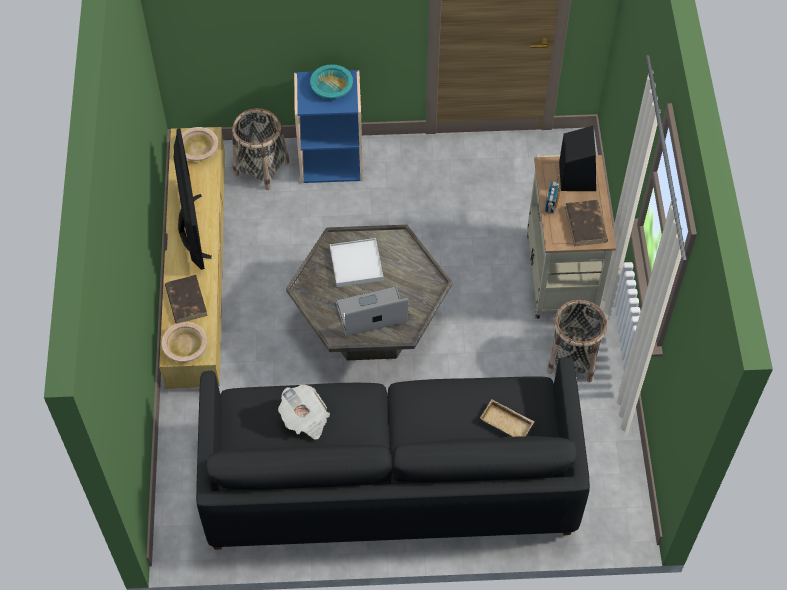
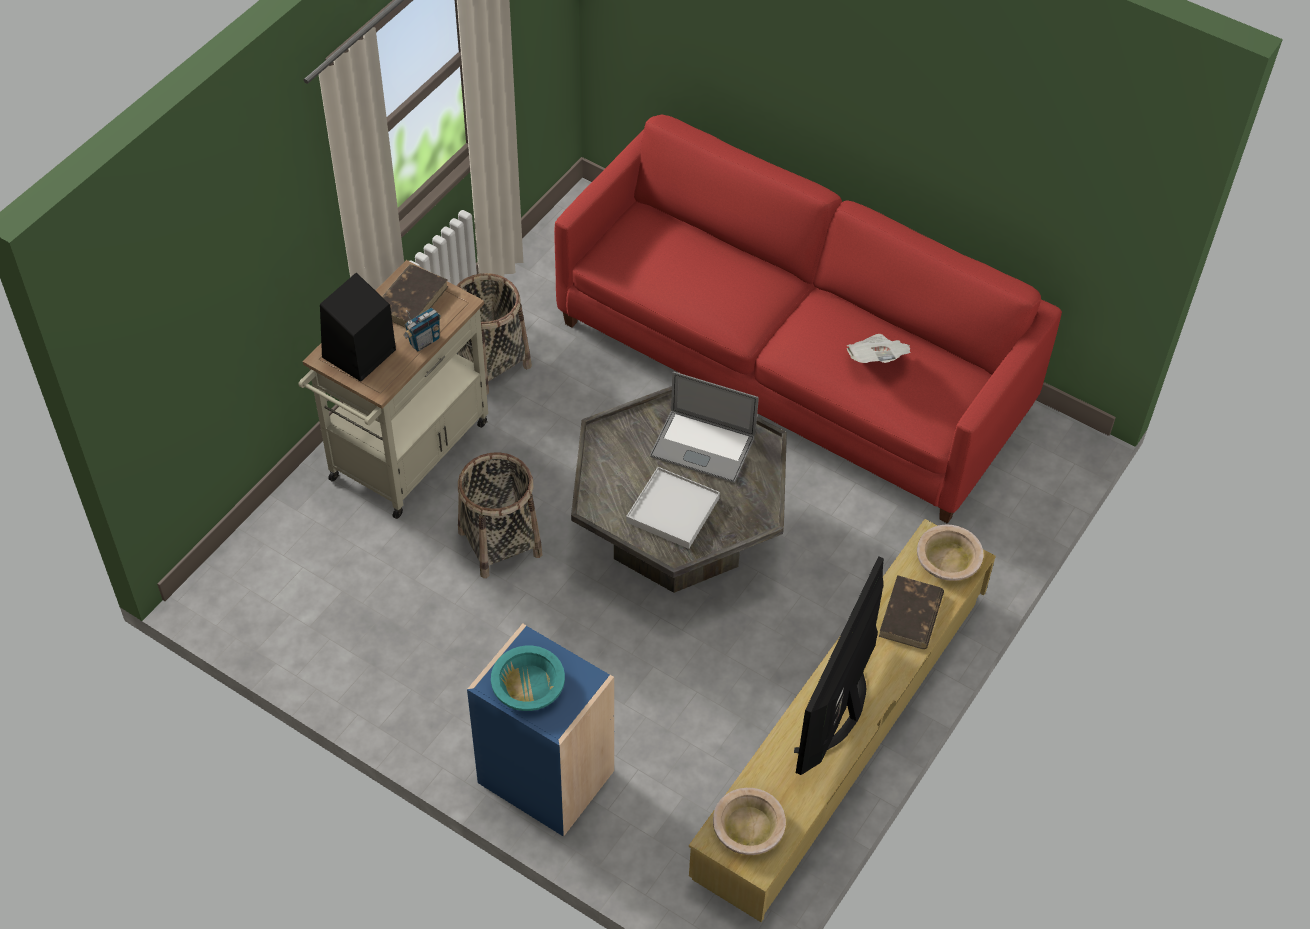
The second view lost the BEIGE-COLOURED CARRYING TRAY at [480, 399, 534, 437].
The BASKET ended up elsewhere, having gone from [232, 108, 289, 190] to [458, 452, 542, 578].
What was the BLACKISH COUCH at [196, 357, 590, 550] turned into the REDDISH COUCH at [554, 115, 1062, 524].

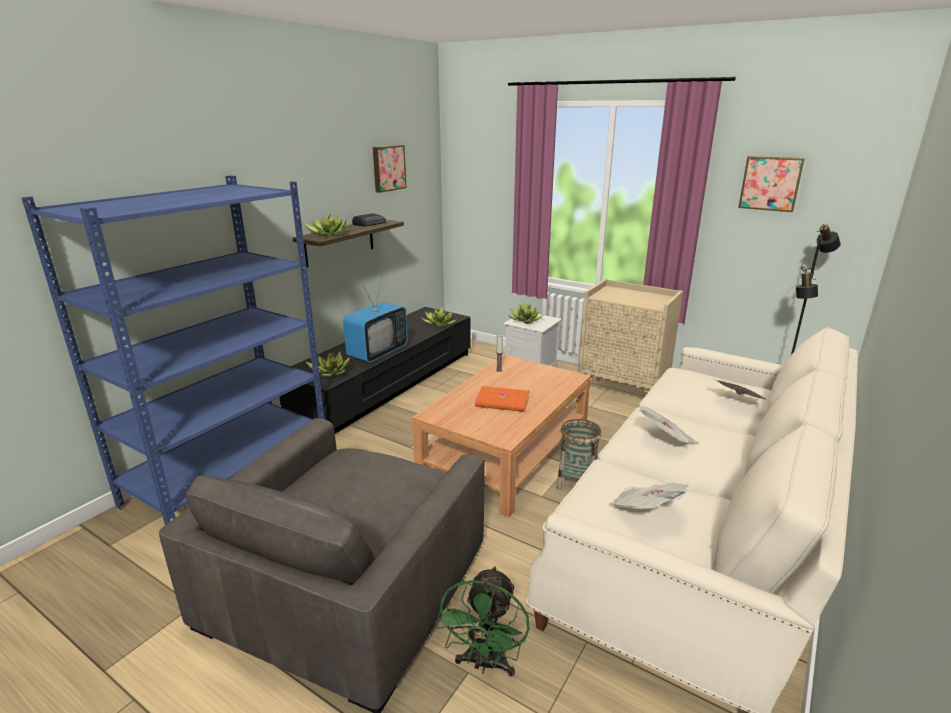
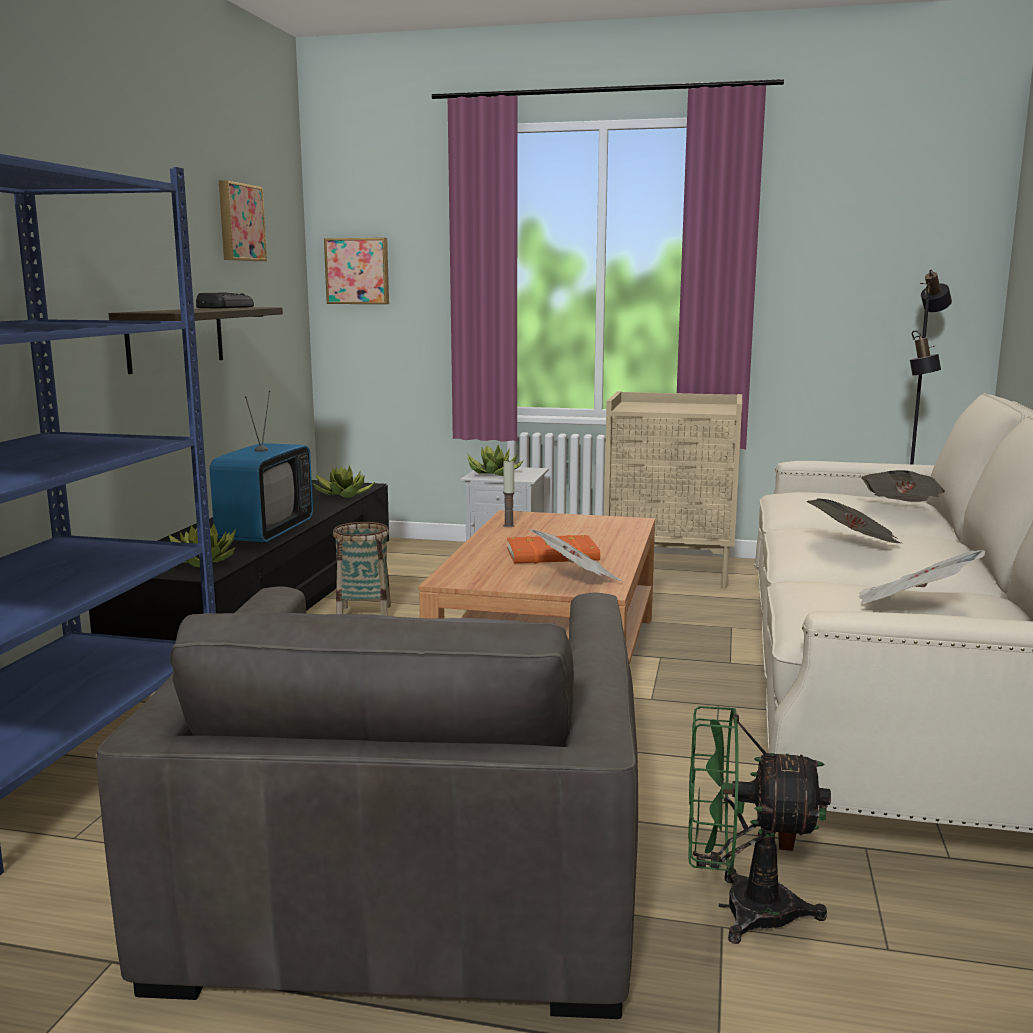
The second view lost the HOUSEPLANT at [303, 214, 348, 237].
The second view gained the NEWSPAPER at [529, 529, 622, 581].
The BASKET ended up elsewhere, having gone from [556, 419, 601, 491] to [333, 522, 391, 616].
The WALL ART ended up elsewhere, having gone from [738, 156, 805, 212] to [324, 238, 389, 304].
The GREEN-COLOURED FAN at [435, 566, 530, 677] ended up facing another way, 105 degrees clockwise from before.

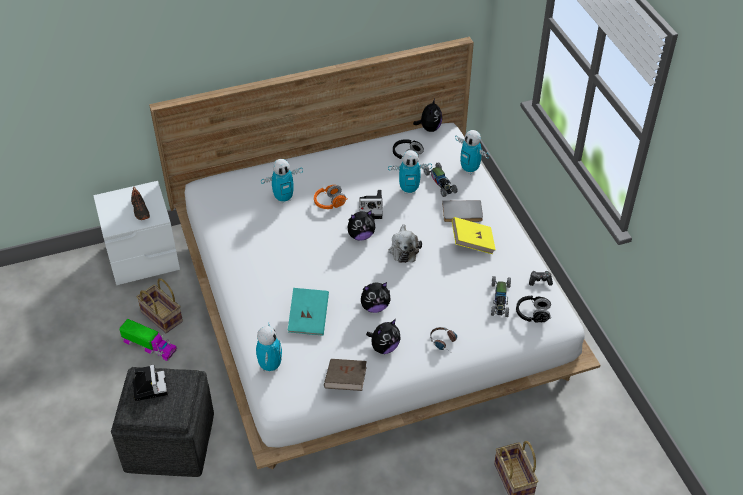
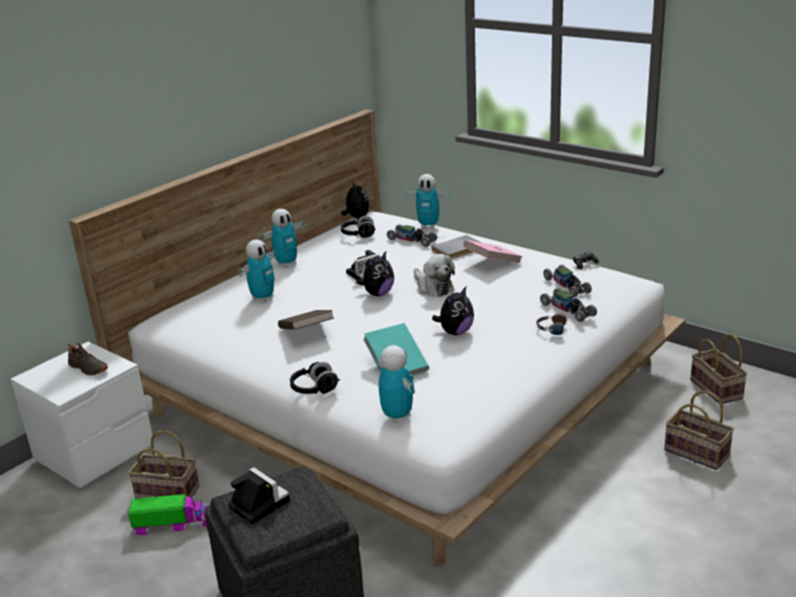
The second view lost the ORANGE HEADSET at [314, 185, 348, 209].
The second view lost the PLUSH TOY at [366, 319, 400, 354].
The second view gained the MODEL CAR at [540, 288, 597, 322].
The second view gained the BASKET at [690, 334, 747, 404].
The BROWN BOOK ended up elsewhere, having gone from [324, 359, 367, 391] to [278, 310, 334, 330].
The ROBOT FIGURE ended up elsewhere, having gone from [388, 150, 432, 194] to [260, 209, 305, 267].
The BLACKISH HEADSET ended up elsewhere, having gone from [516, 295, 551, 322] to [290, 362, 340, 394].
What was the YELLOWISH BOOK at [452, 217, 496, 254] turned into the PINKISH BOOK at [463, 240, 523, 263].

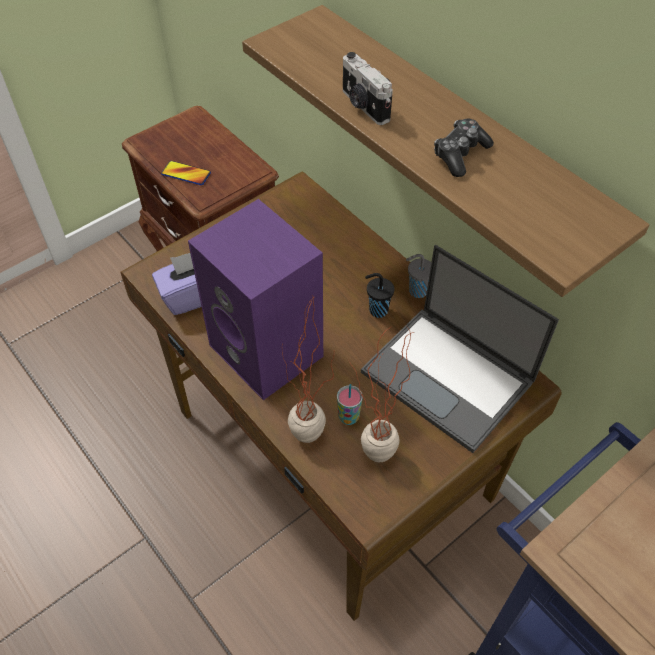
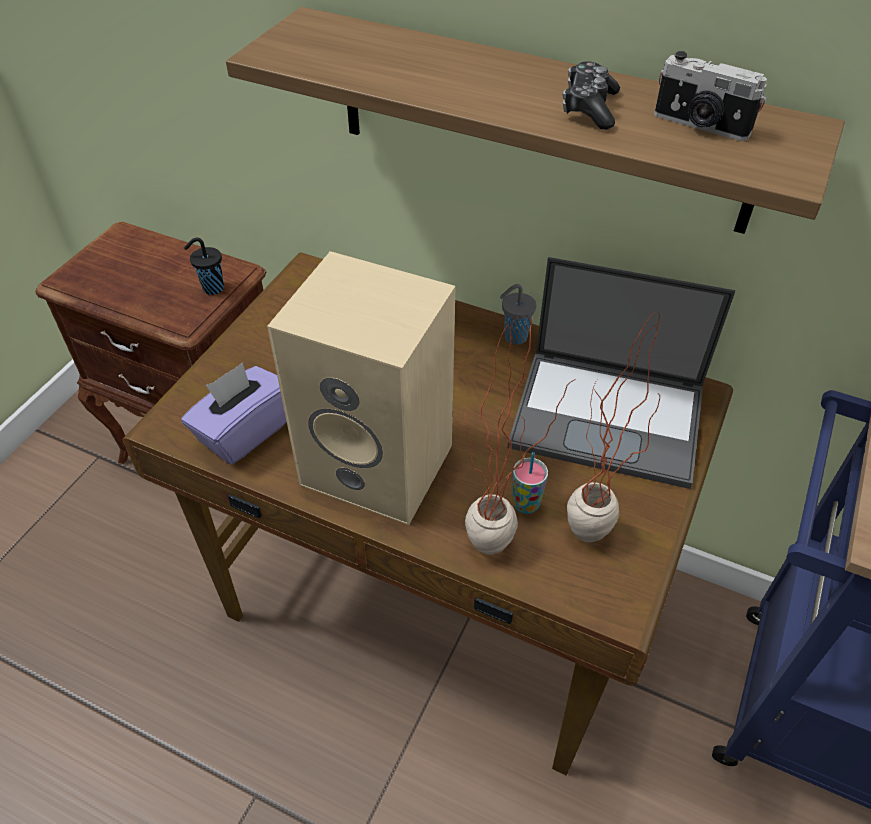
The second view lost the HANDSET at [161, 161, 211, 185].
The STILL CAMERA ended up elsewhere, having gone from [343, 52, 393, 125] to [654, 51, 767, 141].
The BLACKISH DRINKING CUP ended up elsewhere, having gone from [365, 273, 395, 318] to [184, 238, 224, 295].
What was the PURPLE LOUDSPEAKER at [188, 199, 323, 400] turned into the BEIGE-COLOURED LOUDSPEAKER at [267, 251, 456, 525].

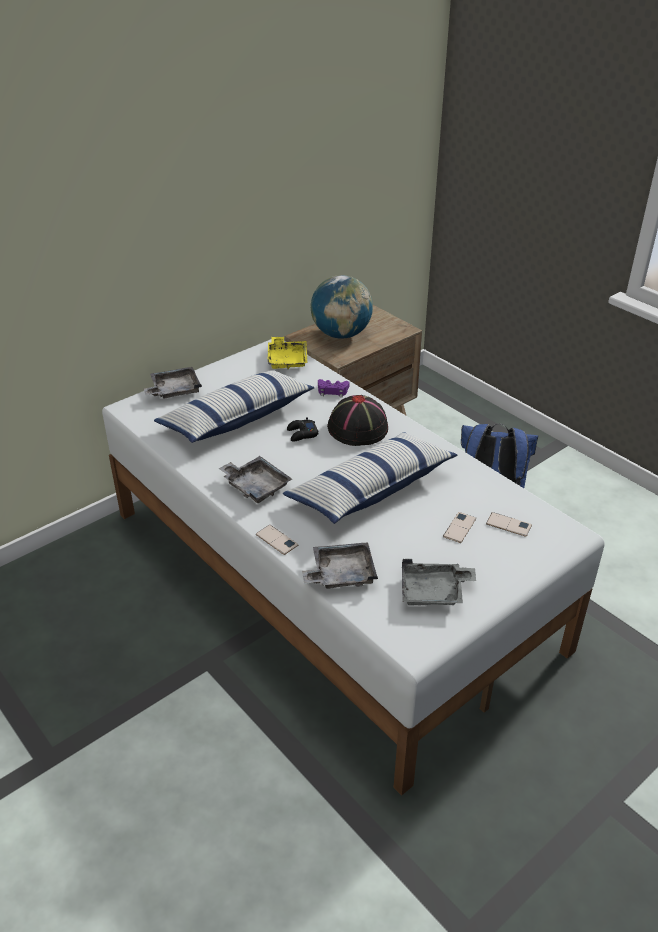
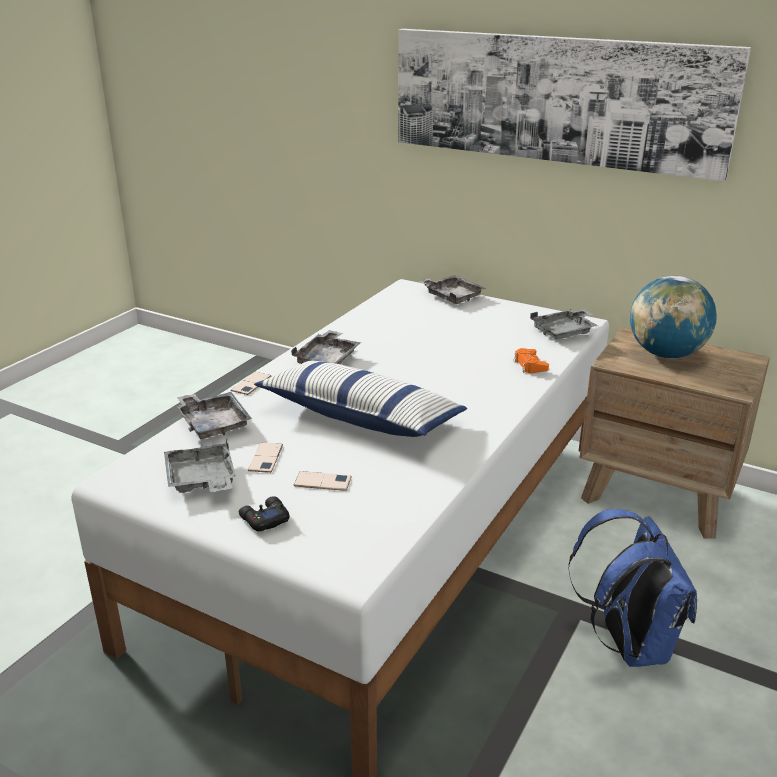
The second view lost the PILLOW at [154, 370, 314, 443].
The second view lost the BLACKISH HAT at [327, 395, 388, 446].
The second view gained the WALL ART at [398, 29, 751, 182].
The BLACKISH GAME CONTROLLER ended up elsewhere, having gone from [287, 417, 319, 442] to [239, 496, 290, 531].
The HANDSET ended up elsewhere, having gone from [486, 512, 532, 537] to [248, 443, 283, 473].
What was the YELLOWISH CARRYING TRAY at [268, 337, 308, 369] turned into the GREY CARRYING TRAY at [530, 309, 598, 339].
What was the PURPLE GAME CONTROLLER at [318, 379, 350, 397] turned into the ORANGE GAME CONTROLLER at [514, 348, 549, 373].

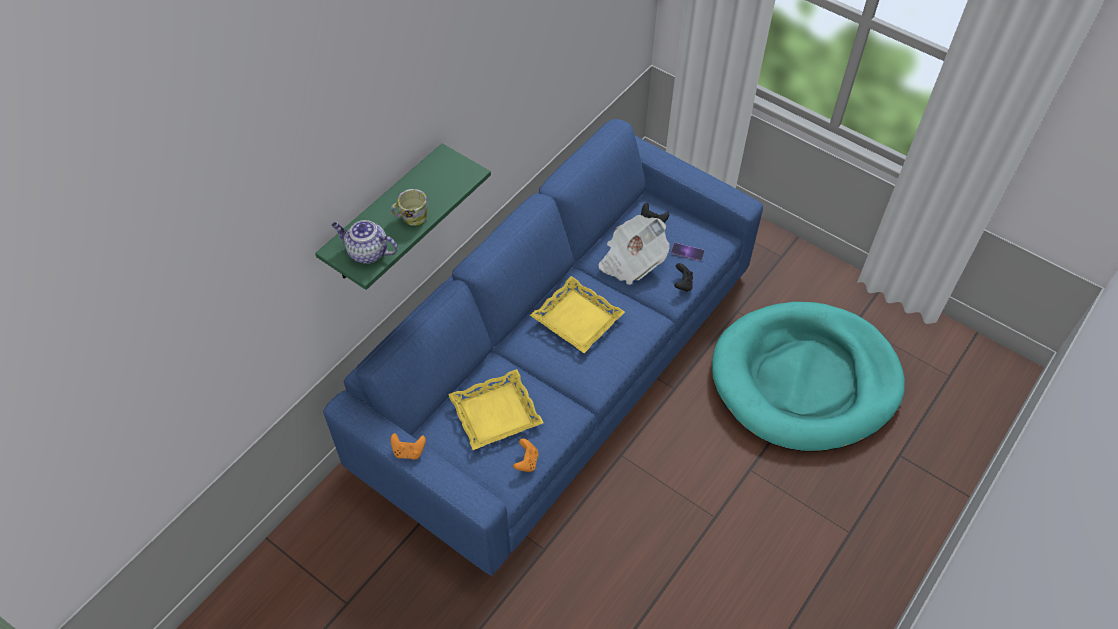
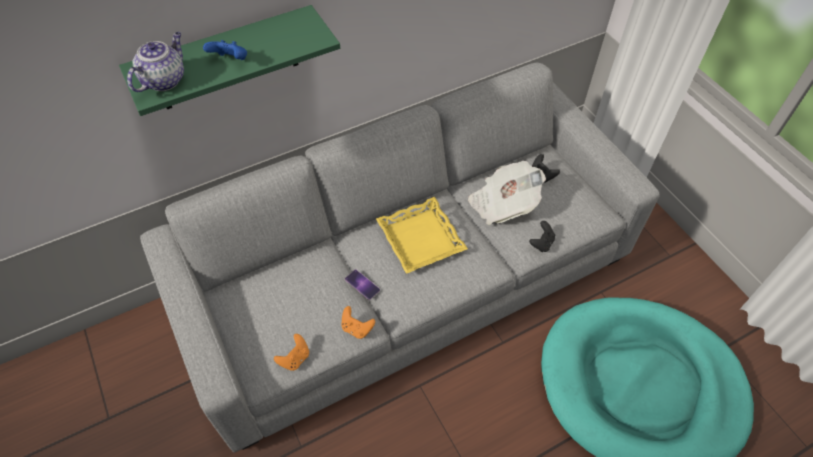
The second view lost the YELLOWISH CARRYING TRAY at [448, 369, 543, 450].
The ORANGE GAME CONTROLLER ended up elsewhere, having gone from [391, 433, 426, 460] to [342, 306, 375, 339].
The HANDSET ended up elsewhere, having gone from [671, 243, 705, 261] to [345, 269, 380, 300].
Where the TEA MUG stood at [390, 189, 428, 226], the BLUE GAME CONTROLLER came to stand at [203, 40, 247, 60].
What was the BLUE COUCH at [323, 119, 763, 576] turned into the GREY COUCH at [140, 62, 660, 452].
The TEAPOT at [332, 220, 398, 264] ended up facing another way, 75 degrees clockwise from before.

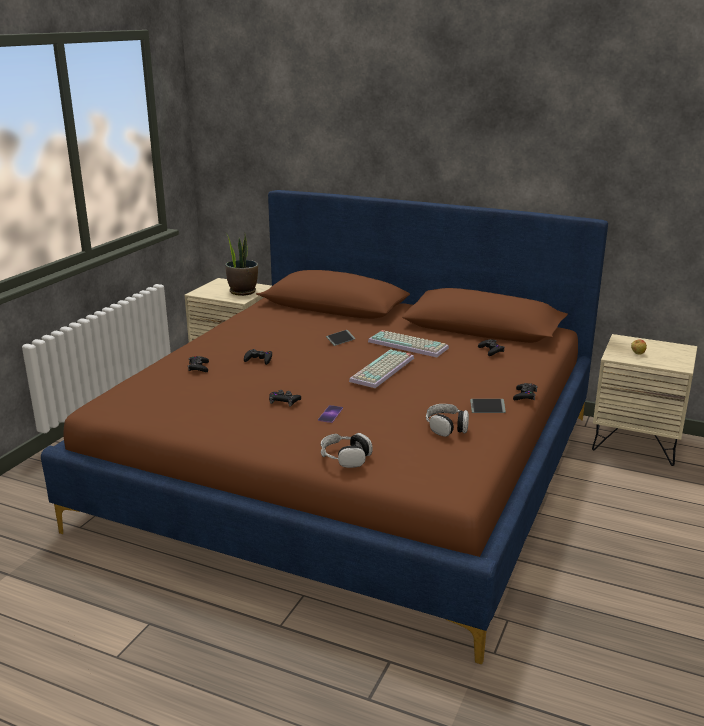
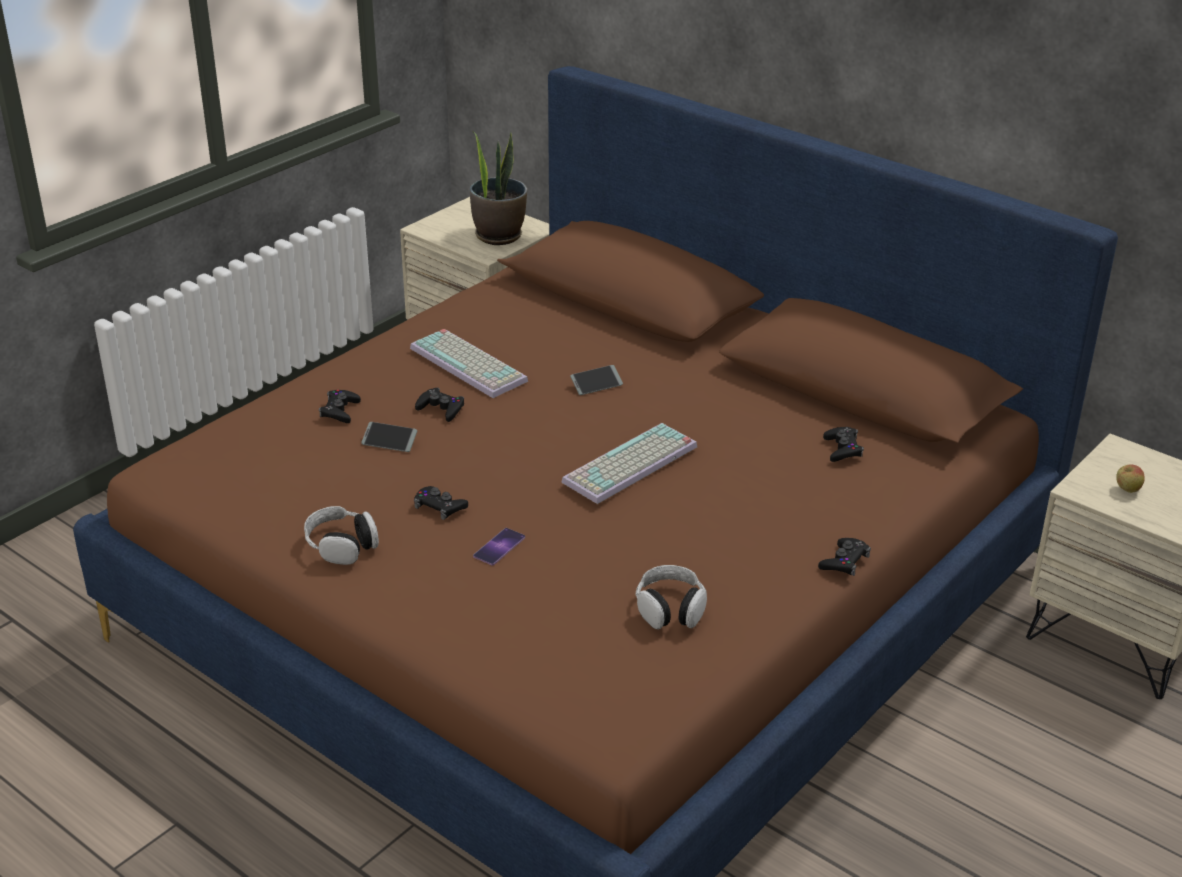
The HEADSET ended up elsewhere, having gone from [321, 433, 373, 468] to [304, 506, 379, 565].
The COMPUTER KEYBOARD ended up elsewhere, having gone from [368, 330, 449, 357] to [410, 329, 528, 398].
The HANDSET ended up elsewhere, having gone from [470, 399, 506, 413] to [361, 422, 417, 452].

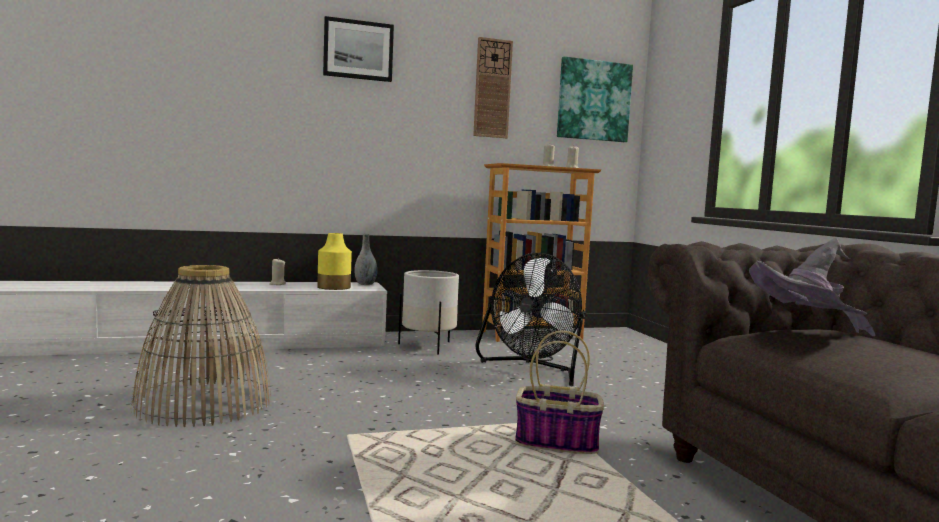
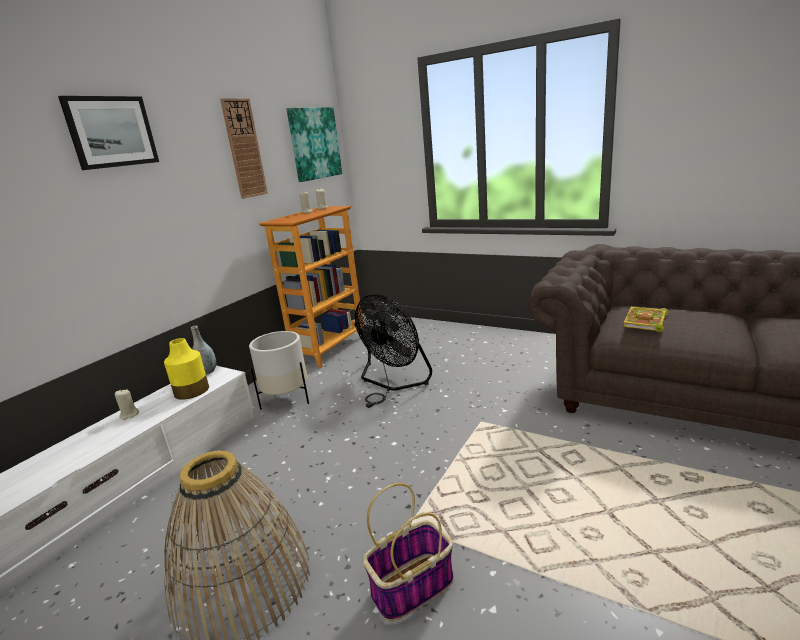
The BASKET ended up elsewhere, having gone from [515, 331, 604, 454] to [363, 483, 454, 622].
Where the GREY HAT stood at [749, 238, 875, 336], the BOOK came to stand at [623, 307, 668, 332].
The BLACKISH FAN at [476, 253, 586, 386] ended up facing another way, 135 degrees counterclockwise from before.

